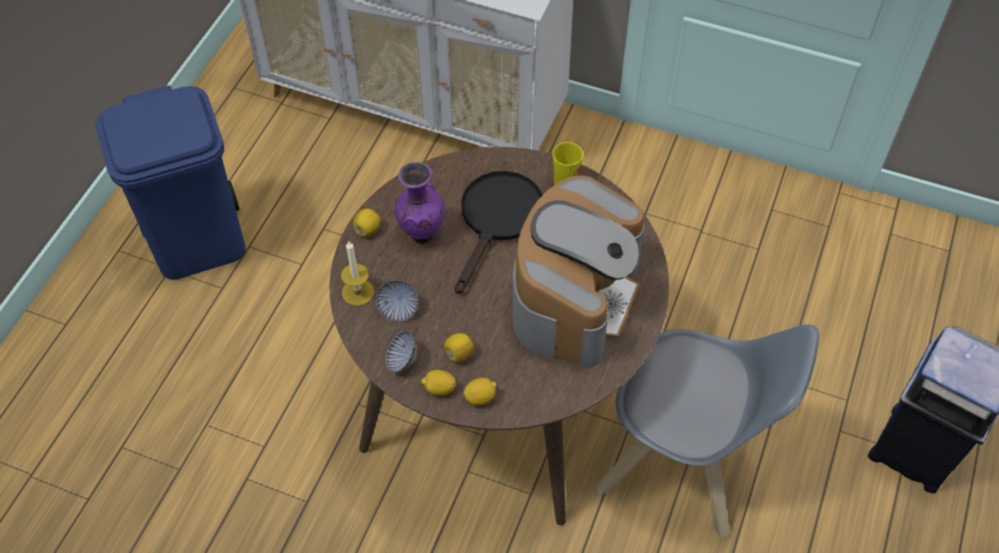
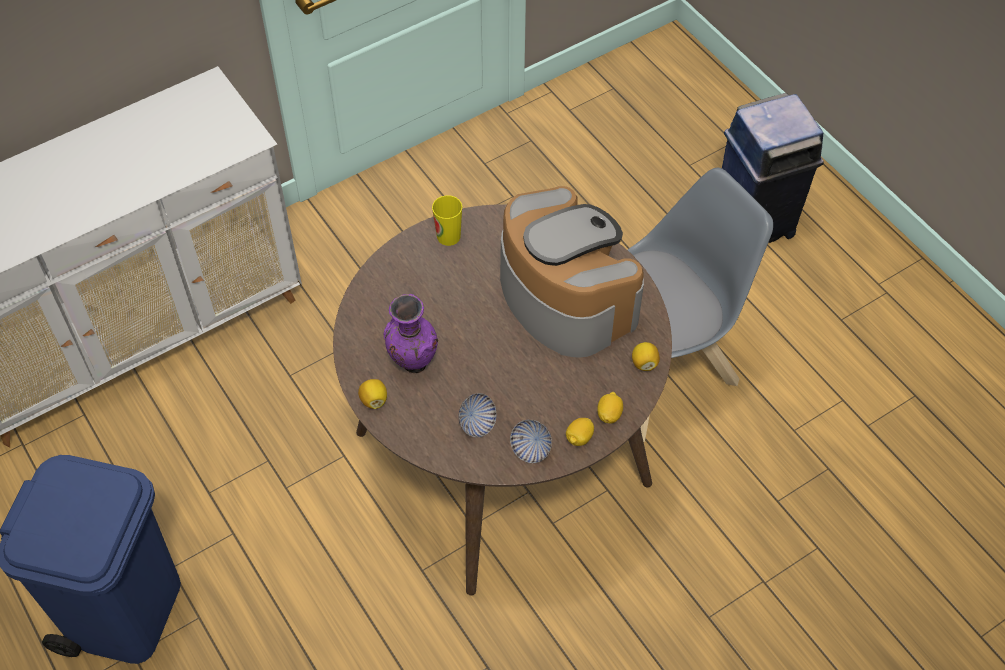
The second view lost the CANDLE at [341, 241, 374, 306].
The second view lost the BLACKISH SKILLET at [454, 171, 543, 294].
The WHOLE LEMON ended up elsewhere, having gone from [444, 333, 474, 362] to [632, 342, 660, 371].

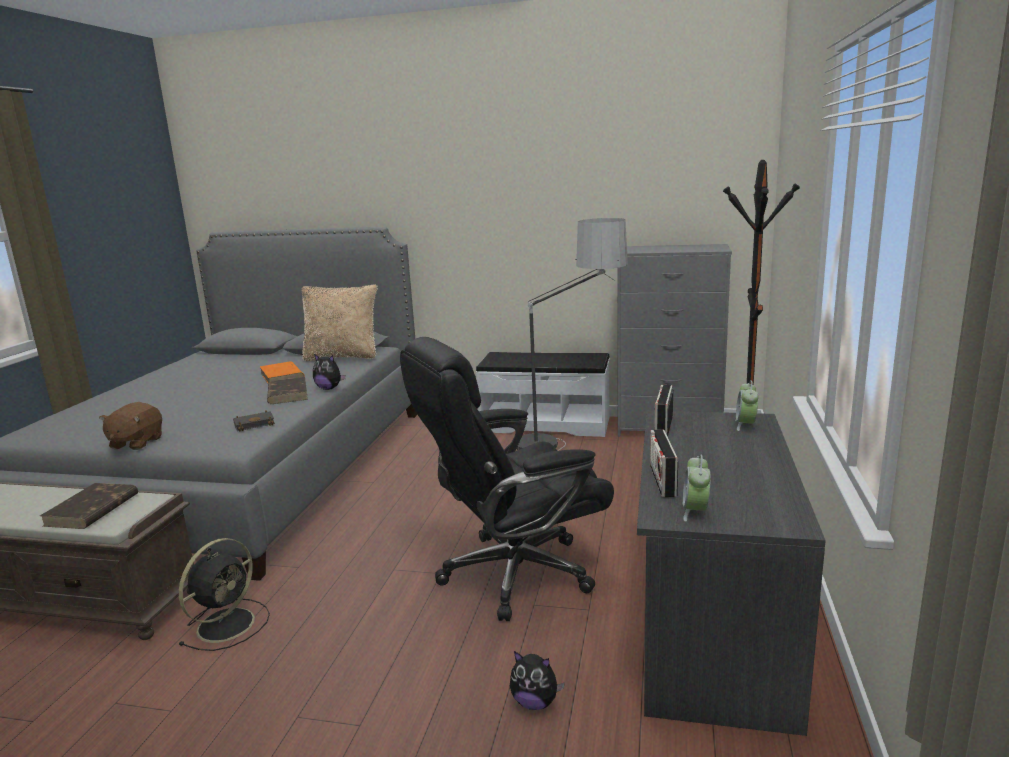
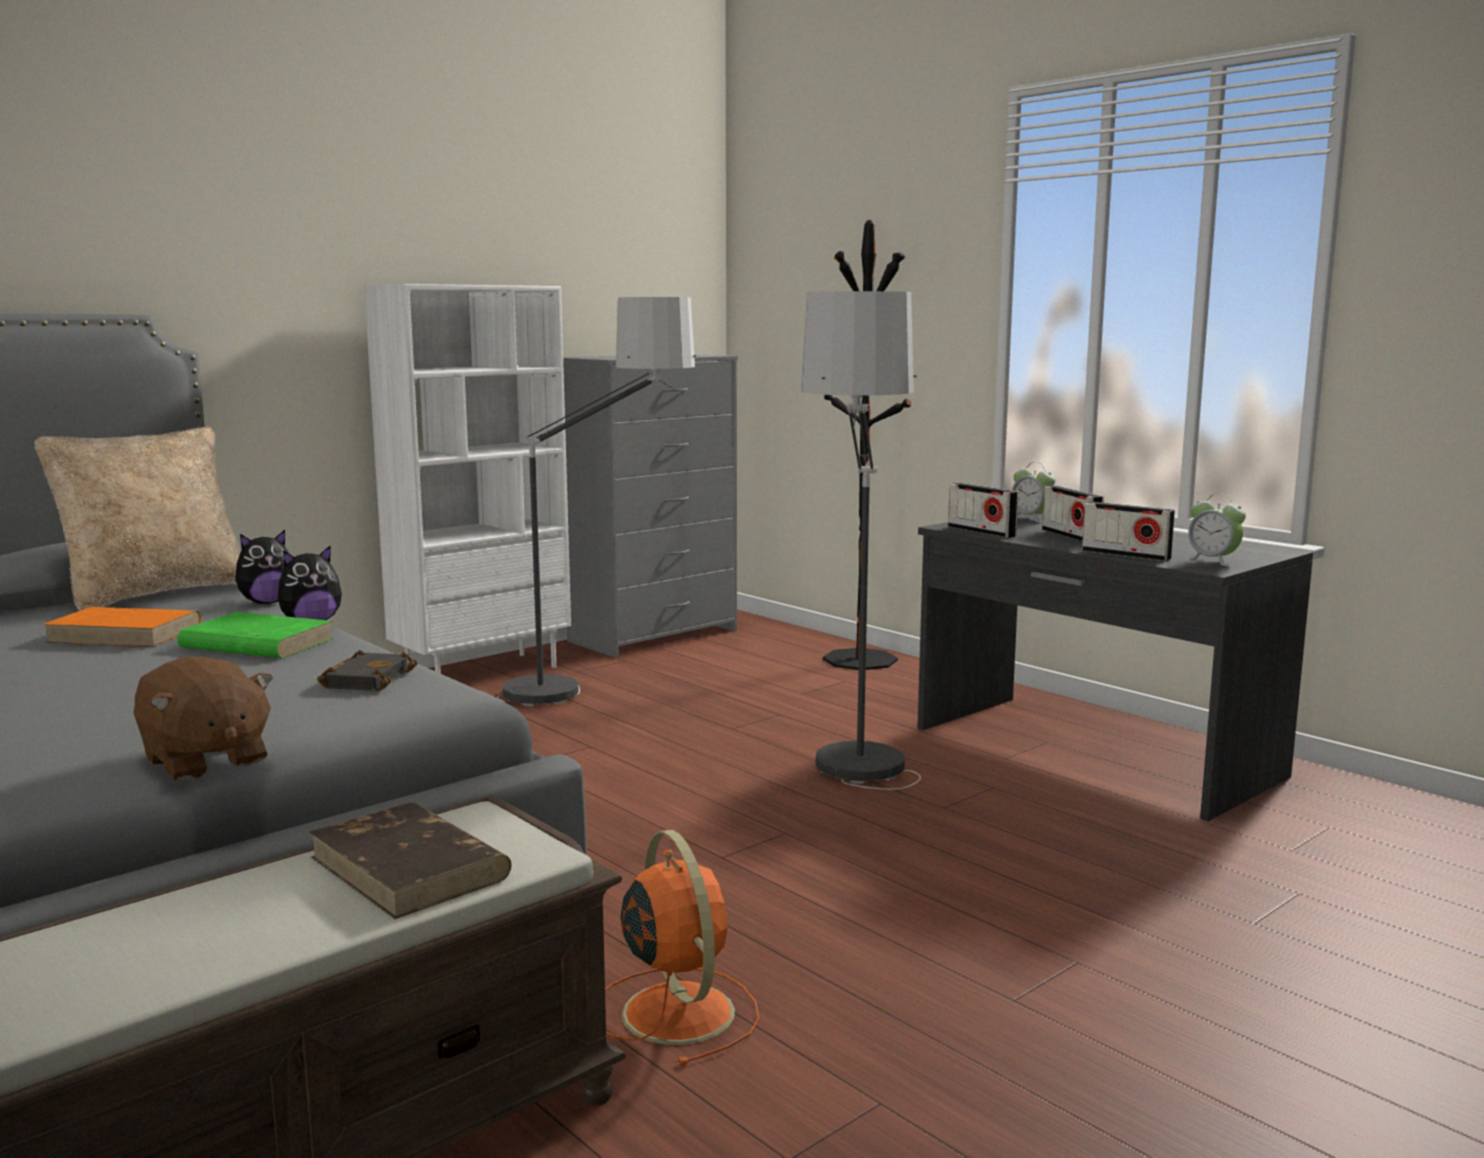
The second view gained the RADIO SET at [1042, 486, 1104, 541].
The PLUSH TOY ended up elsewhere, having gone from [510, 651, 565, 710] to [235, 530, 289, 604].
Where the BLACKISH COMPUTER CHAIR stood at [400, 337, 614, 621], the FLOOR LAMP came to stand at [800, 291, 921, 790].
Where the WHITISH INDOOR BENCH stood at [476, 352, 610, 437], the WHITISH BOOKCASE came to stand at [364, 284, 571, 674].
What was the BLACKISH FAN at [178, 538, 270, 651] turned into the ORANGE FAN at [605, 830, 760, 1066].
What was the BROWN BOOK at [267, 377, 308, 404] turned into the GREEN-COLOURED BOOK at [177, 612, 334, 658].

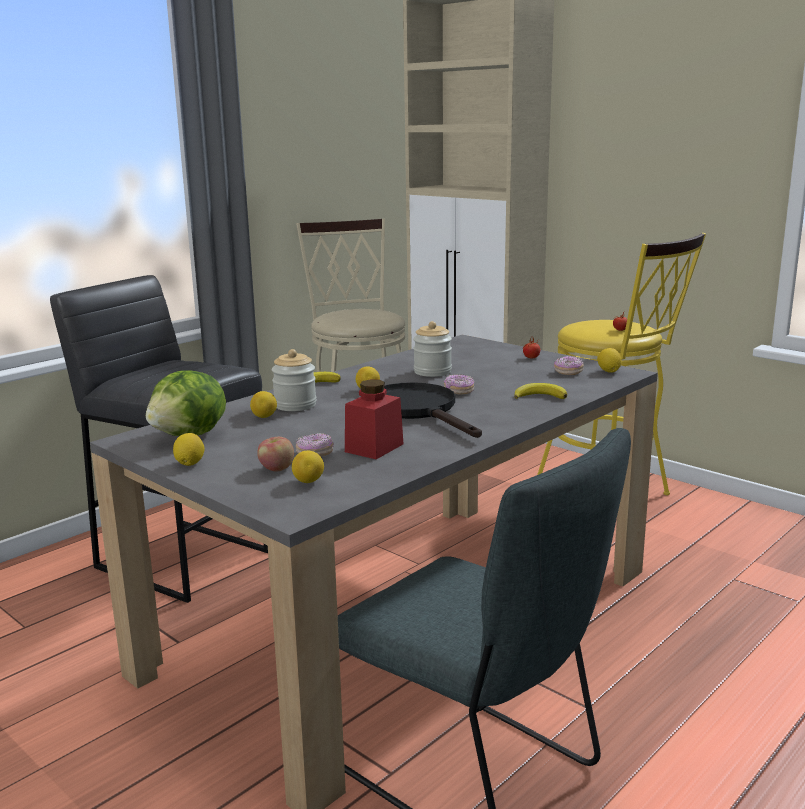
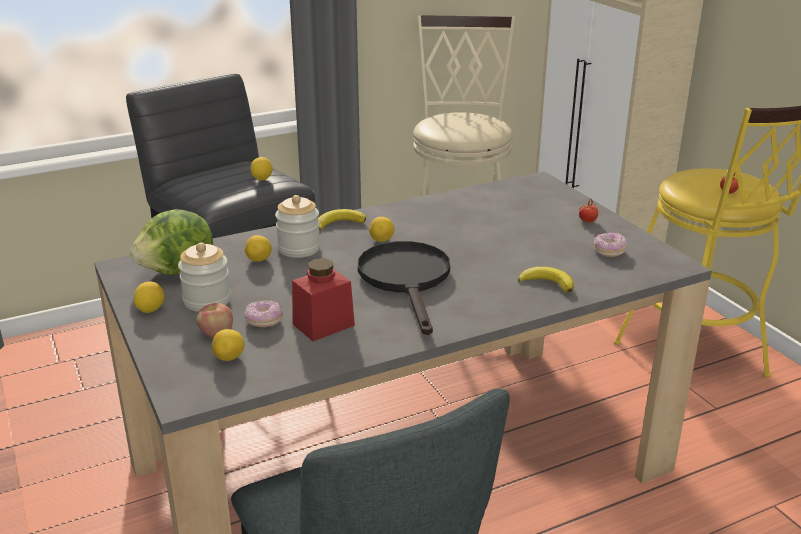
The second view lost the DONUT at [444, 374, 474, 395].
The STORAGE JAR ended up elsewhere, having gone from [413, 321, 452, 377] to [178, 243, 231, 312].
The WHOLE LEMON ended up elsewhere, having gone from [598, 348, 621, 373] to [250, 157, 273, 181].

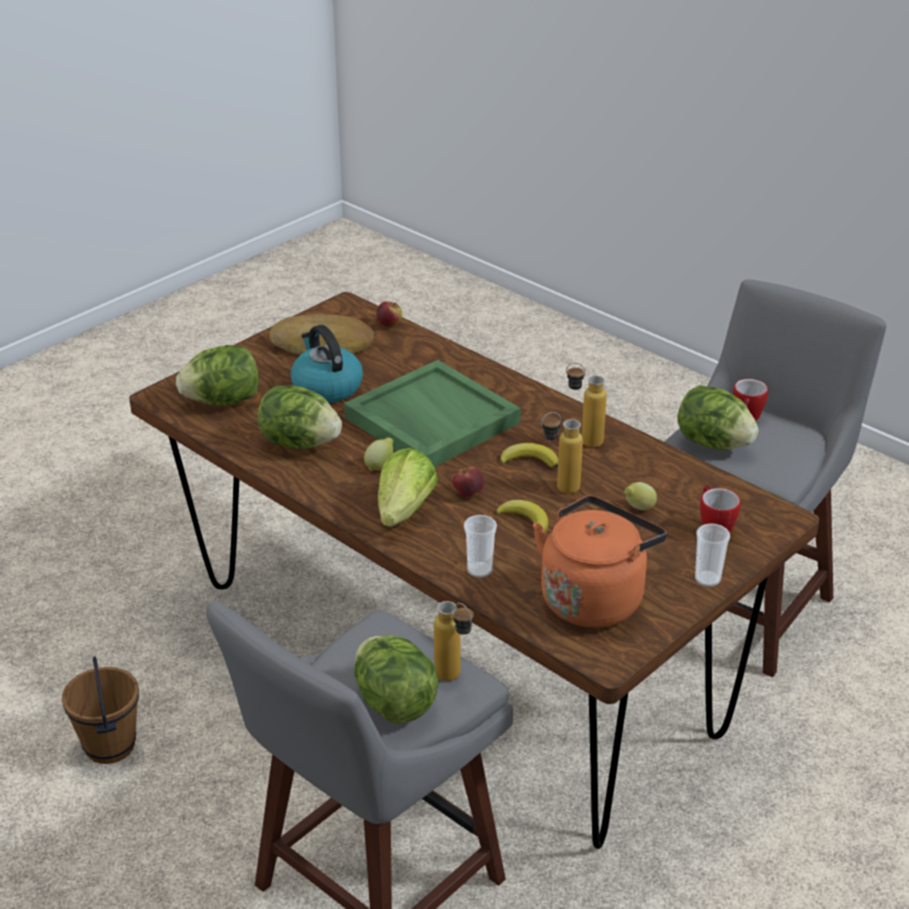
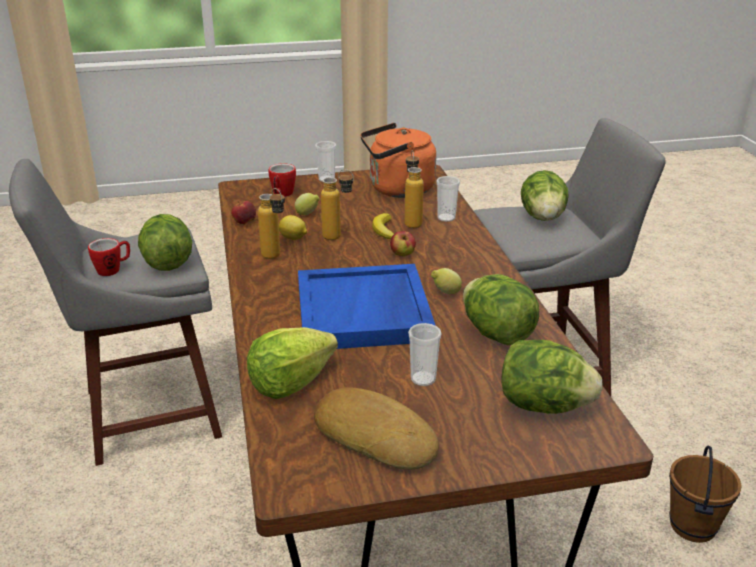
The second view lost the BANANA at [500, 443, 558, 468].
The second view gained the WHOLE LEMON at [279, 215, 307, 240].
The APPLE FRUIT ended up elsewhere, having gone from [376, 301, 402, 327] to [231, 201, 256, 224].
The HEAD OF LETTUCE ended up elsewhere, having gone from [378, 448, 438, 527] to [247, 327, 338, 399].
The DRINK BOTTLE ended up elsewhere, having gone from [434, 601, 473, 681] to [405, 150, 424, 228].
Where the TEA KETTLE stood at [291, 325, 363, 403], the DRINKING CUP came to stand at [408, 323, 442, 386].
What was the GREEN-COLOURED CARRYING TRAY at [344, 360, 521, 467] turned into the BLUE CARRYING TRAY at [298, 264, 436, 349].

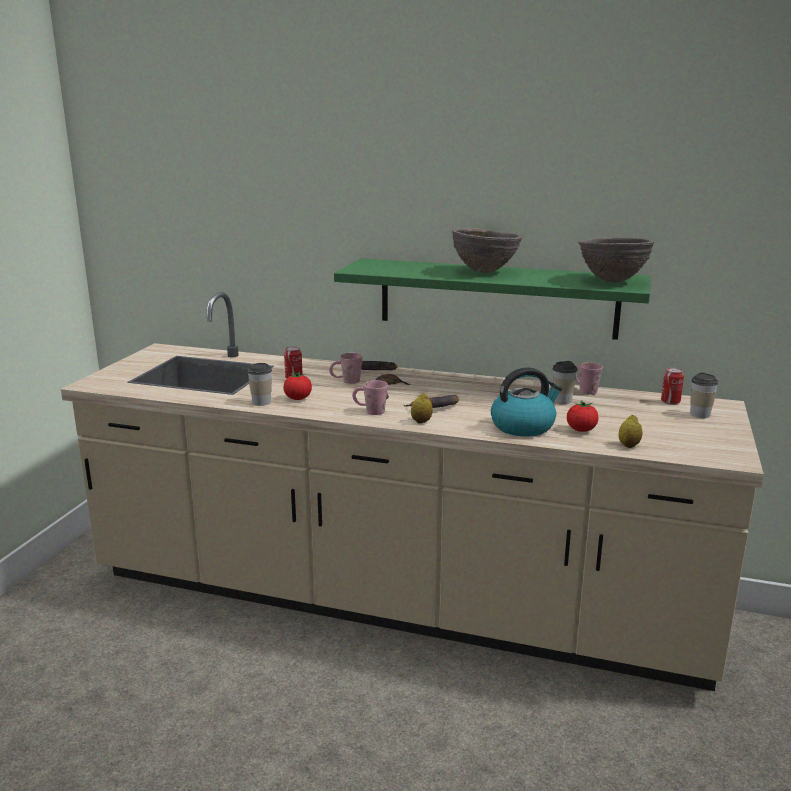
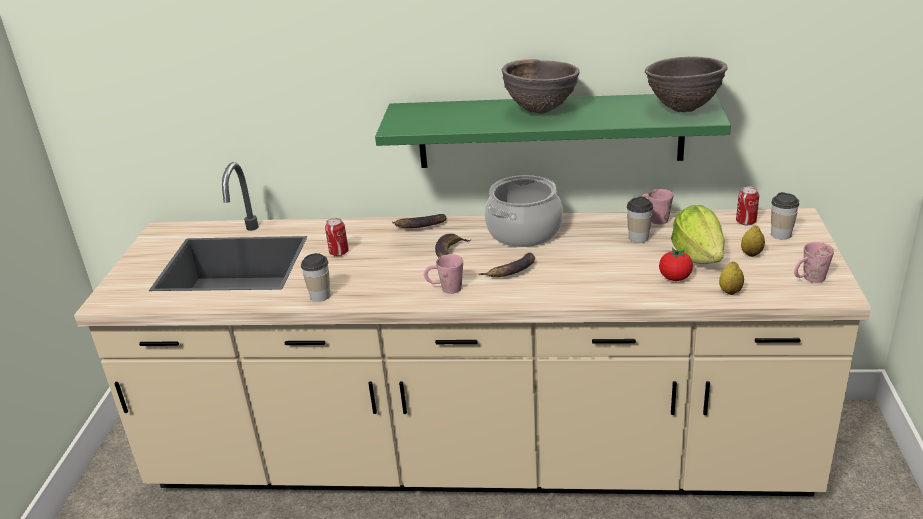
The second view lost the WHOLE TOMATO at [284, 372, 312, 400].
The second view lost the TEA KETTLE at [491, 367, 562, 437].
The second view gained the SAUCEPOT at [484, 175, 563, 247].
The second view gained the HEAD OF LETTUCE at [671, 205, 725, 264].
The PINKISH TEA MUG ended up elsewhere, having gone from [329, 353, 363, 384] to [794, 242, 834, 283].
The WHOLE LEMON ended up elsewhere, having gone from [411, 393, 433, 423] to [741, 226, 765, 257].

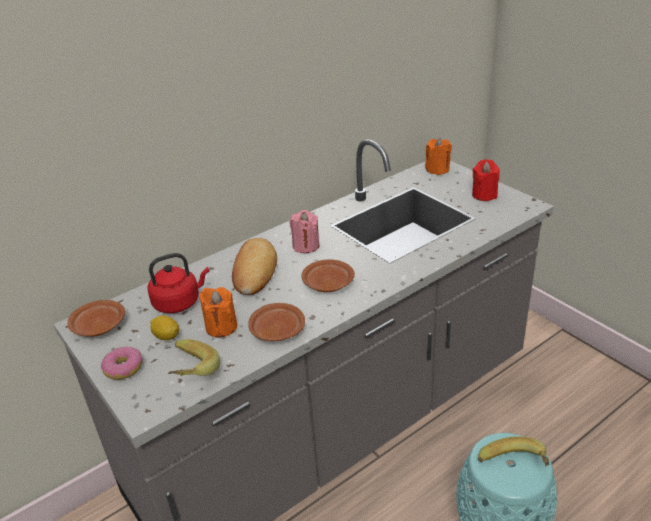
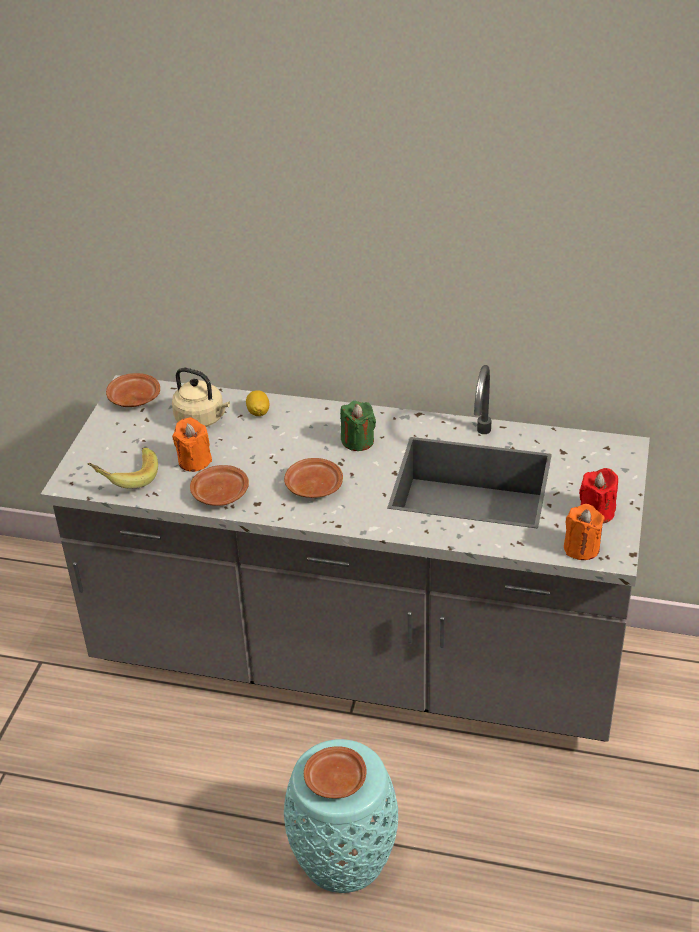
The second view lost the DONUT at [101, 347, 143, 380].
The second view lost the BAKED BREAD at [232, 238, 277, 295].
The WHOLE LEMON ended up elsewhere, having gone from [150, 315, 179, 340] to [246, 390, 269, 416].
The ORANGE CANDLE ended up elsewhere, having gone from [425, 138, 452, 175] to [564, 504, 605, 560].
Where the BANANA stood at [478, 436, 549, 466], the BROWN PLATE came to stand at [304, 747, 366, 799].
What was the REDDISH TEA KETTLE at [147, 253, 209, 313] turned into the BEIGE-COLOURED TEA KETTLE at [172, 368, 230, 427].
What was the PINKISH CANDLE at [290, 210, 319, 253] turned into the GREEN-COLOURED CANDLE at [340, 401, 376, 451].

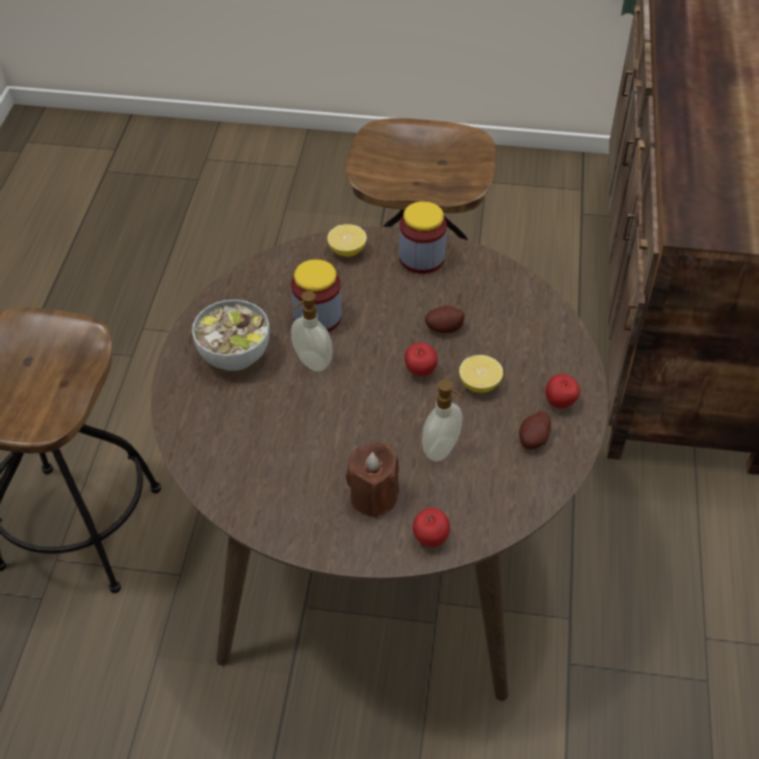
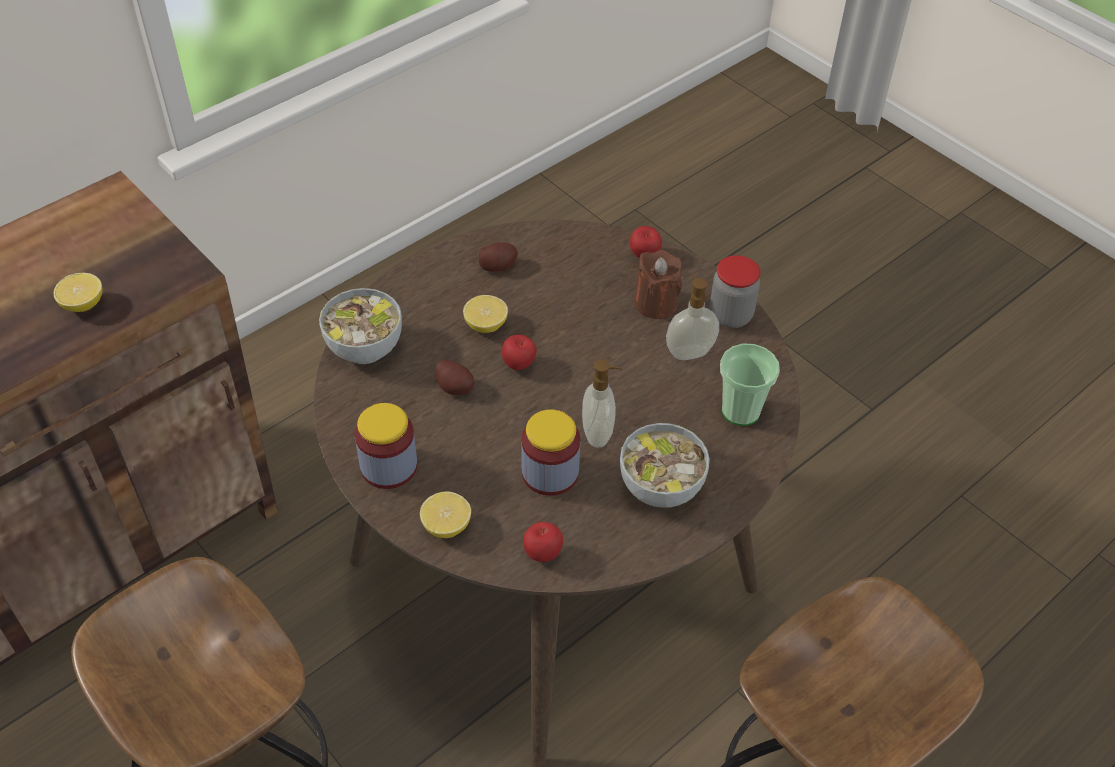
The second view gained the WHOLE LEMON at [54, 273, 103, 312].
The second view gained the SERVING BOWL at [319, 288, 402, 364].
The second view gained the STORAGE JAR at [710, 255, 760, 328].
The second view gained the DRINKING CUP at [720, 343, 780, 426].
The LIQUID SOAP BOTTLE ended up elsewhere, having gone from [422, 379, 463, 461] to [666, 273, 719, 360].
The APPLE FRUIT ended up elsewhere, having gone from [545, 374, 580, 408] to [523, 522, 563, 562].

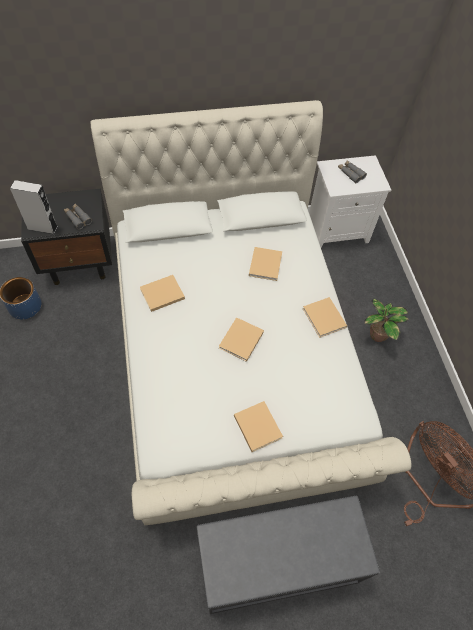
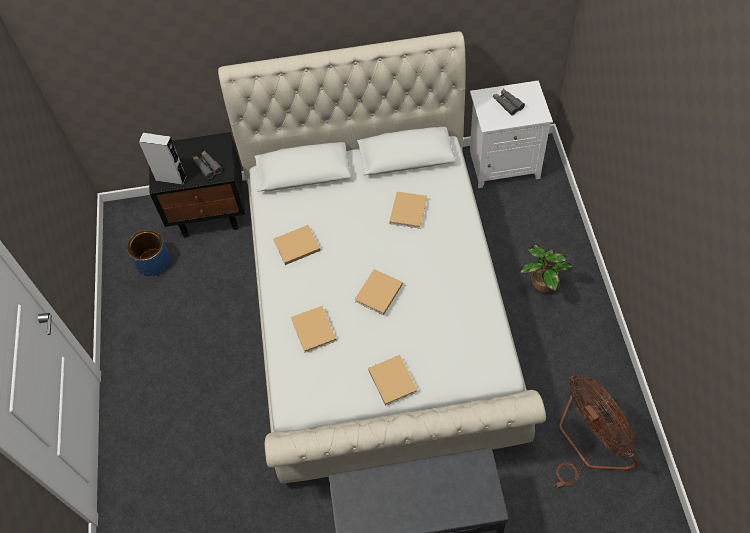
The BEIGE-COLOURED BOOK ended up elsewhere, having gone from [303, 297, 347, 338] to [291, 306, 336, 353].

